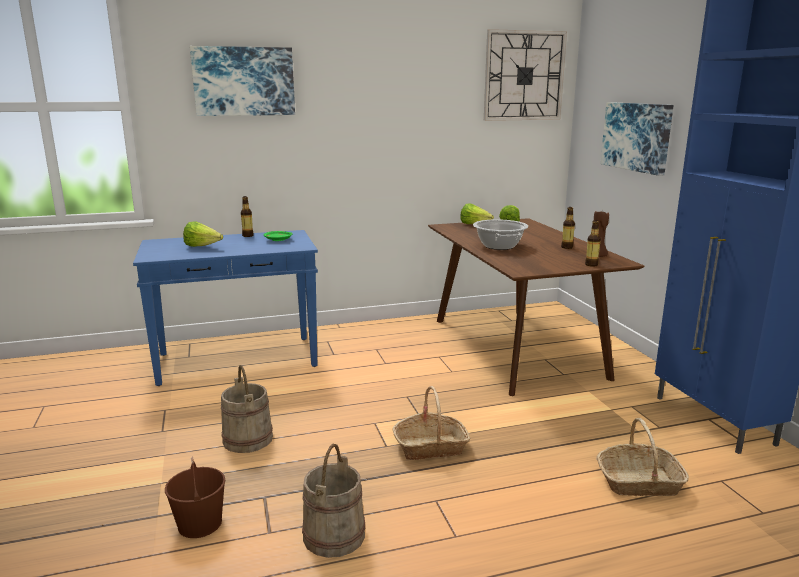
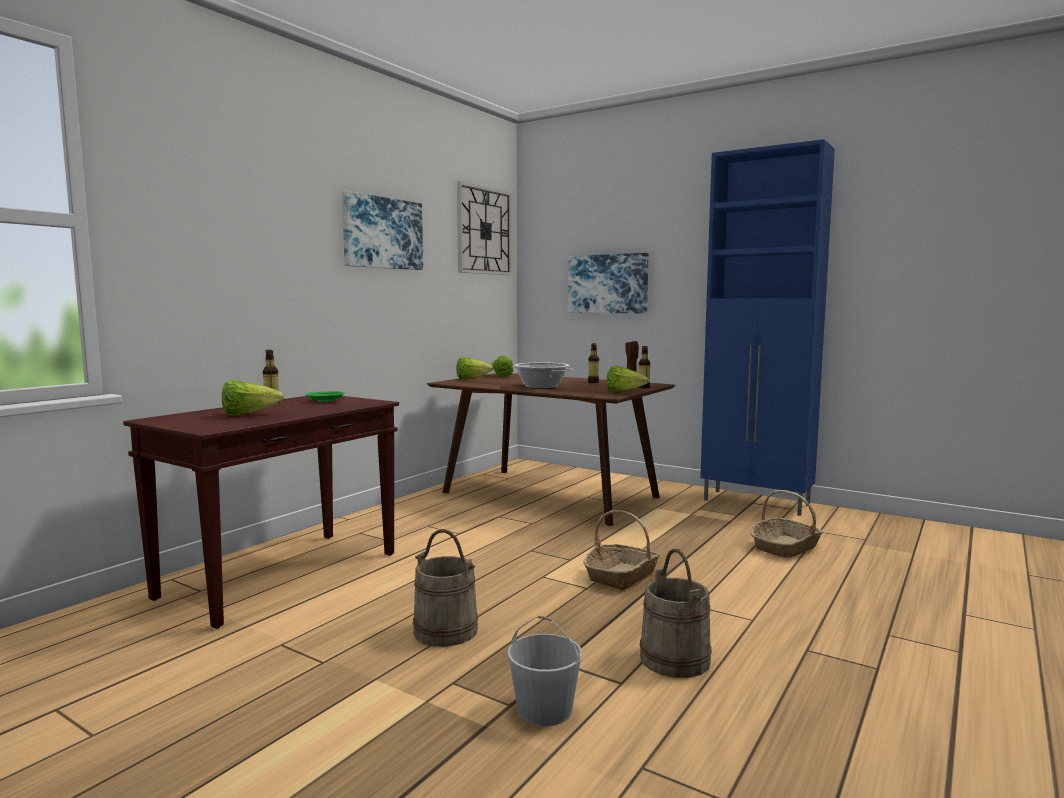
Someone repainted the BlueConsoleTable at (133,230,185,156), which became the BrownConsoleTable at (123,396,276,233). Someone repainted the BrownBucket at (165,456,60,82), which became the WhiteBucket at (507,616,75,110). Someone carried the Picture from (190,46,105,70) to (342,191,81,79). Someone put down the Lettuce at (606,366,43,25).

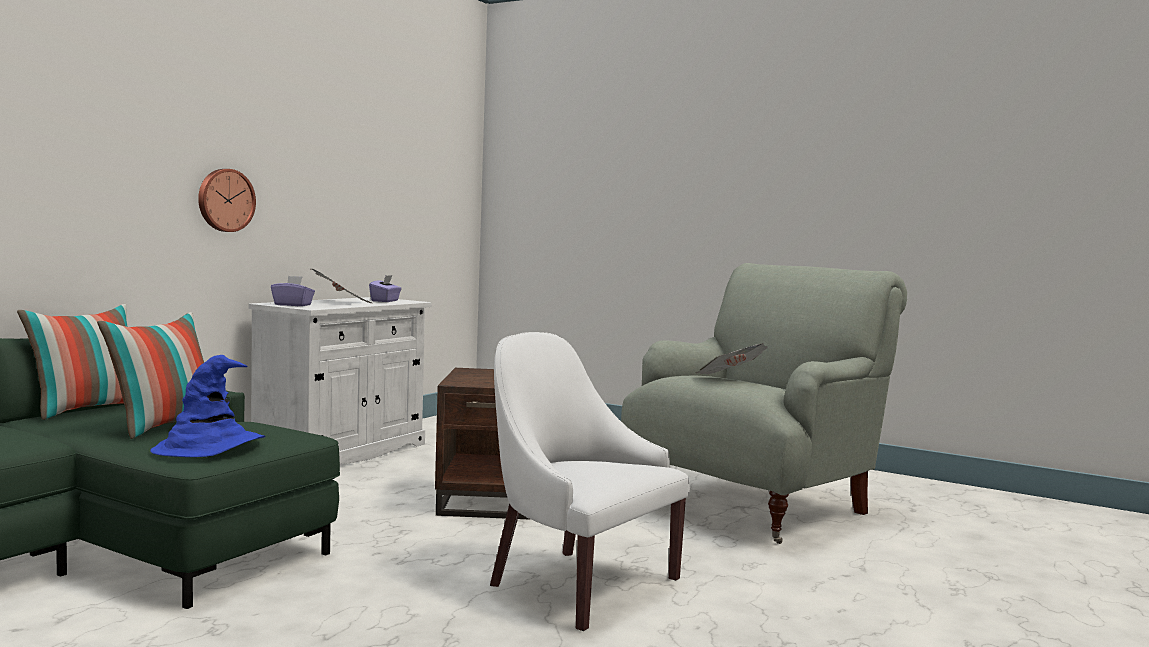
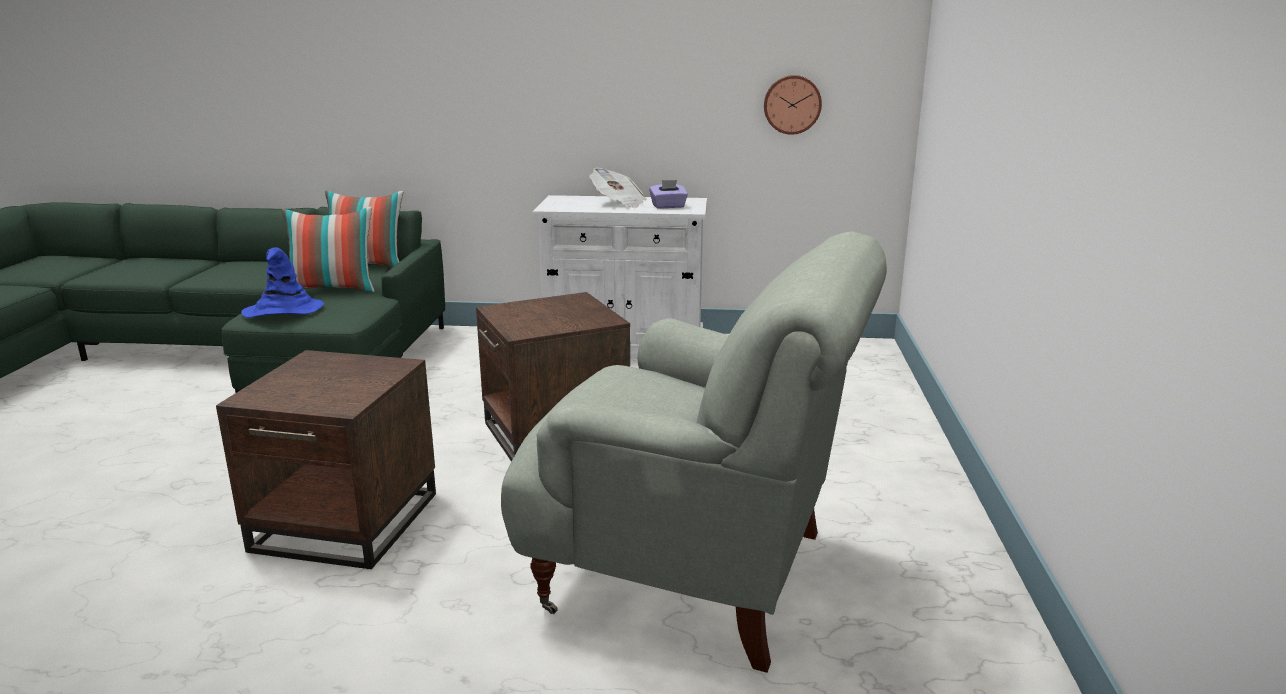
Someone carried the WallClock from (198,169,58,63) to (764,75,58,60). Someone took away the PurpleTissueBox at (271,276,44,30). Someone swapped the WhiteArmchair at (490,332,200,299) for the BrownSideTable at (216,350,220,219). Someone took away the Newspaper at (695,343,73,31).

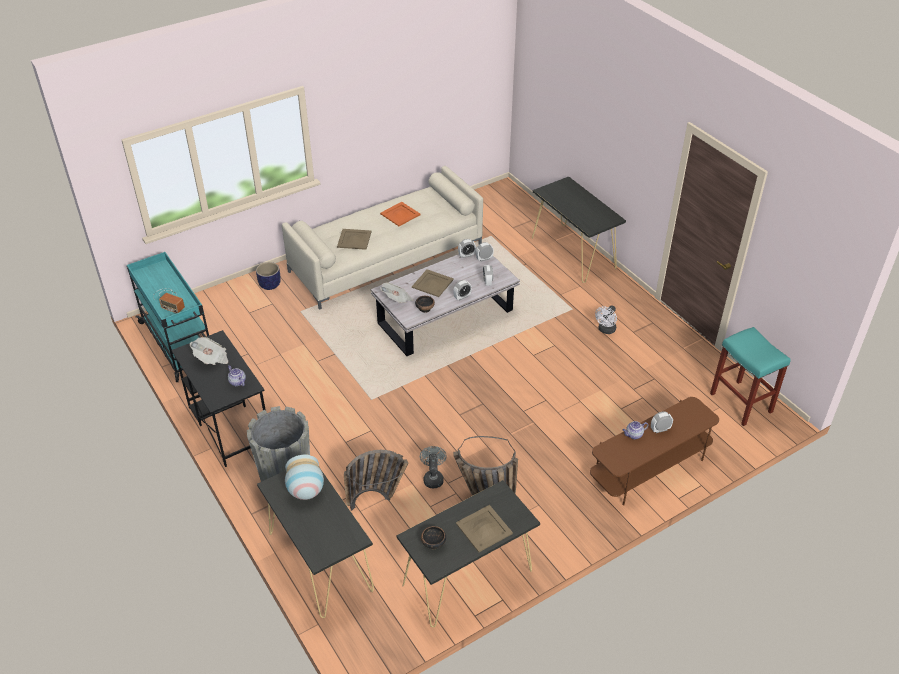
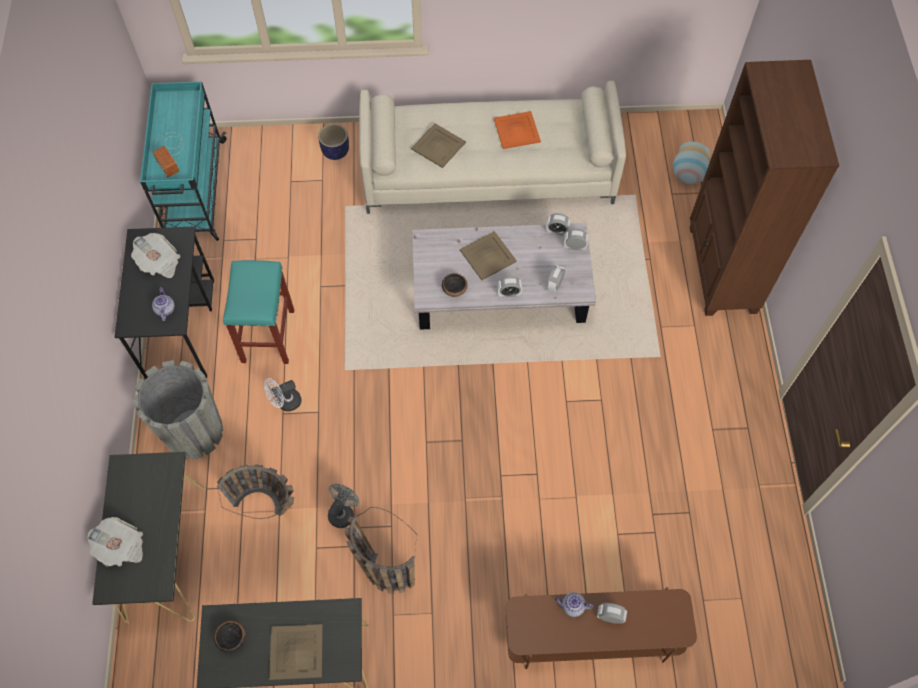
Someone carried the Vase from (285,454,39,46) to (673,142,38,42). Someone carried the Newspaper from (380,282,34,21) to (87,517,56,50). Someone swapped the BlackConsoleTable at (532,176,94,107) for the BrownBookcase at (690,60,149,256). Someone carried the WhiteFan from (595,305,22,29) to (264,378,37,33). Someone carried the TurquoiseStool from (710,327,81,99) to (223,260,71,104).

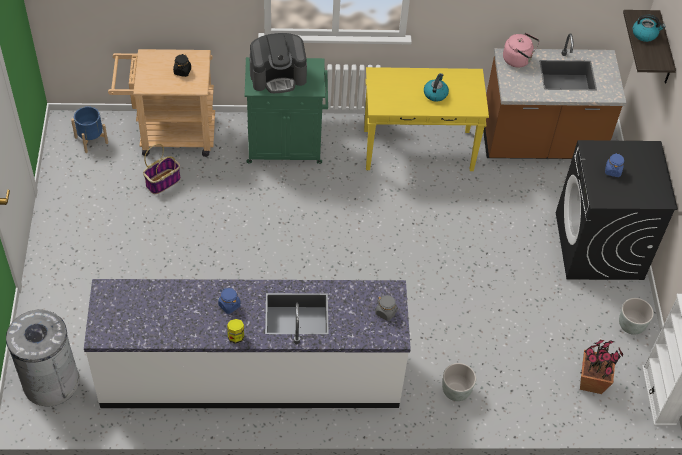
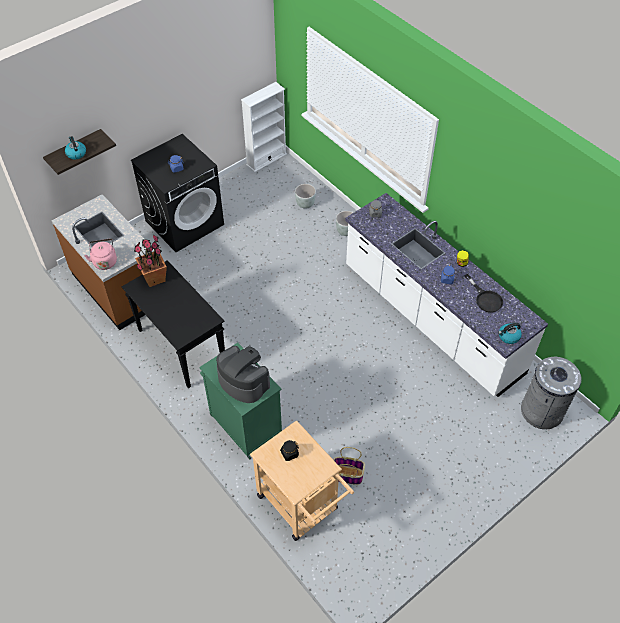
Someone took away the BluePlanter at (71,106,37,47). Someone repainted the YellowConsoleTable at (364,67,125,104), which became the BlackConsoleTable at (122,260,103,128). Someone carried the Kettle from (424,73,25,29) to (498,323,24,21). Someone carried the PottedPlant from (580,340,43,54) to (134,234,33,53). Someone carried the GreyPlanter from (619,298,35,37) to (295,184,21,25). Someone put down the BlackFryingPan at (464,274,39,39).

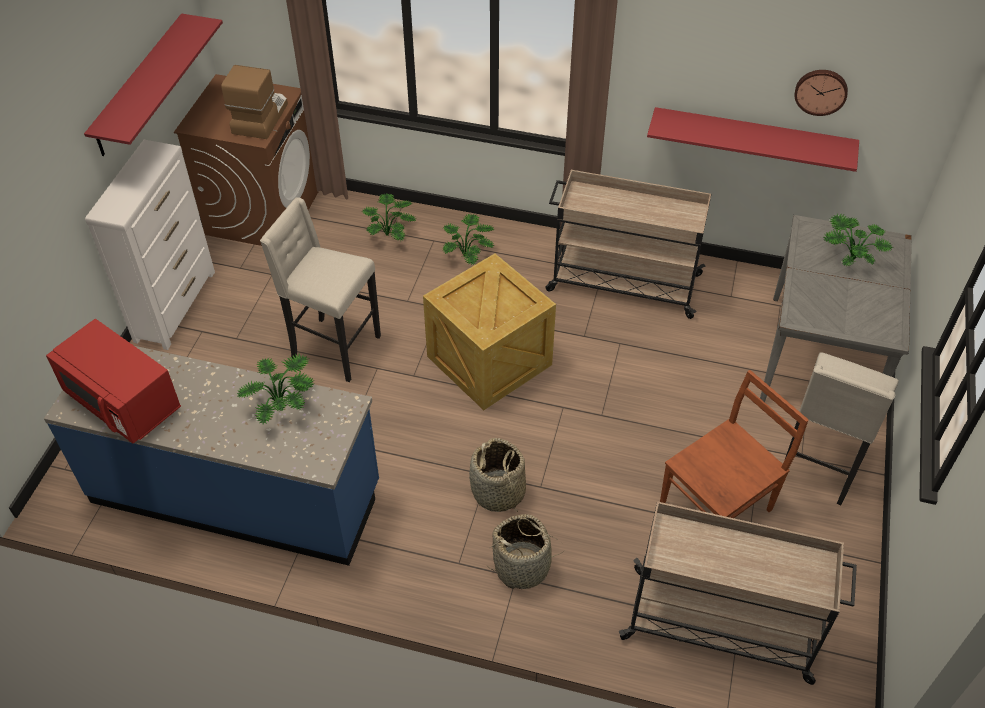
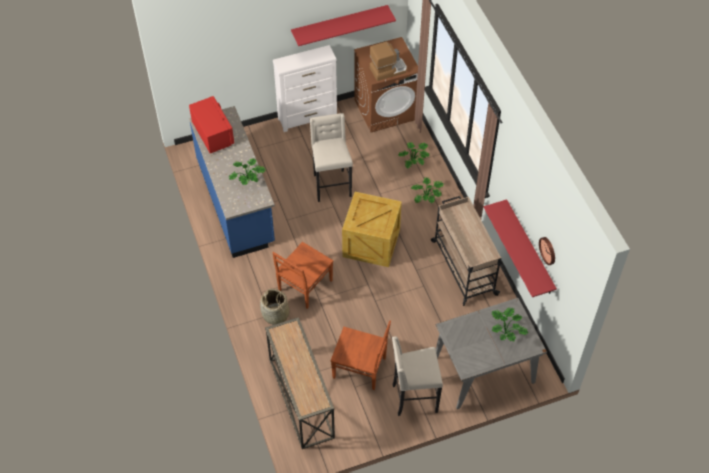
Someone rotated the RedMicrowave at (46,319,135,125) by 150 degrees clockwise. Someone swapped the Basket at (469,438,57,74) for the BrownChair at (273,242,61,67). Someone swapped the BeigeCart at (619,501,238,184) for the ConsoleTable at (265,317,70,132).

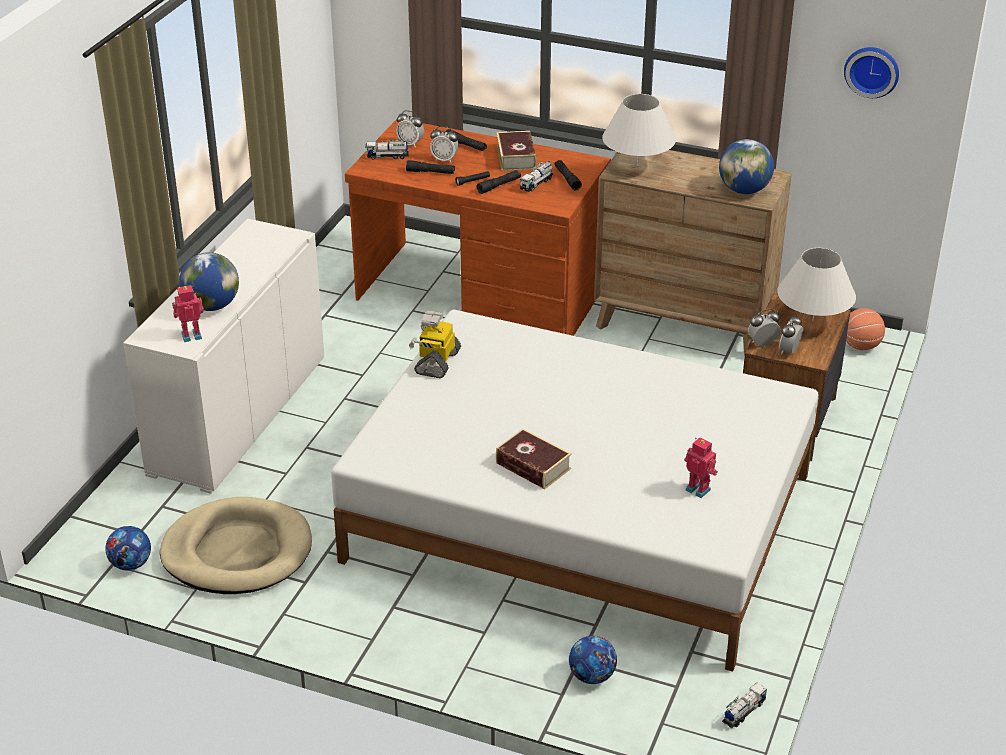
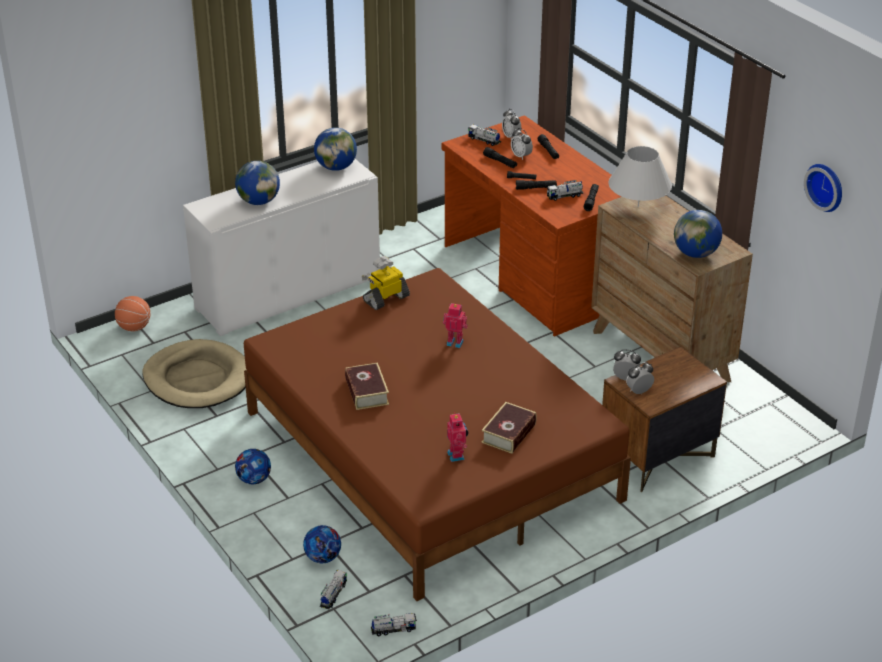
Someone carried the Football from (105,526,46,45) to (235,449,36,35). Someone carried the ToyRobot from (172,285,32,57) to (443,303,25,45). Someone repainted the WhiteBed at (331,310,488,362), which became the BrownBed at (244,268,387,333). Someone carried the Book from (497,131,40,40) to (481,402,56,52). Someone took away the WhiteTableLamp at (777,248,79,73). Someone carried the Basketball from (846,308,39,42) to (115,296,36,35). Someone put down the Globe at (314,127,43,44). Someone put down the ToyTruck at (320,570,27,39).

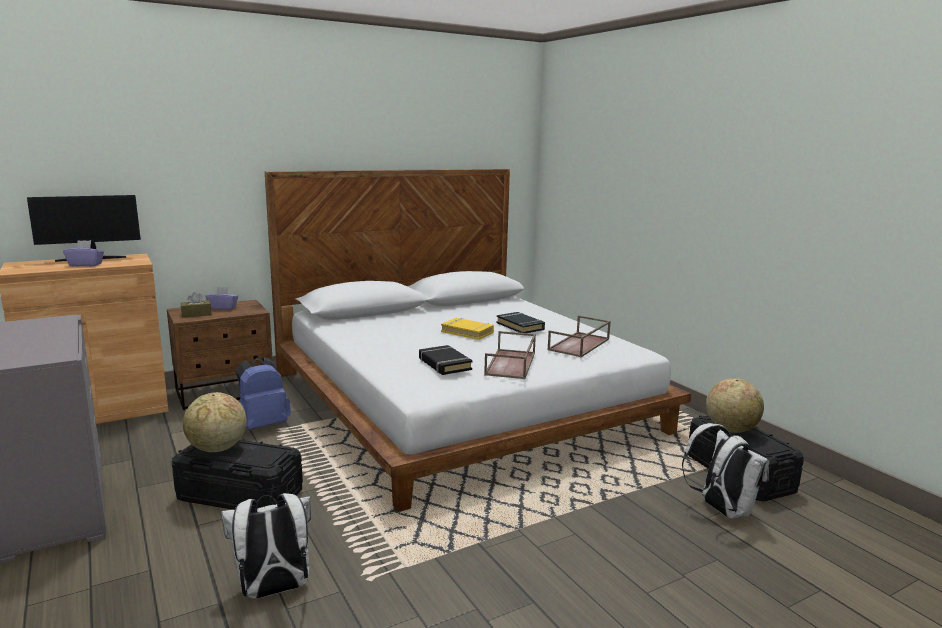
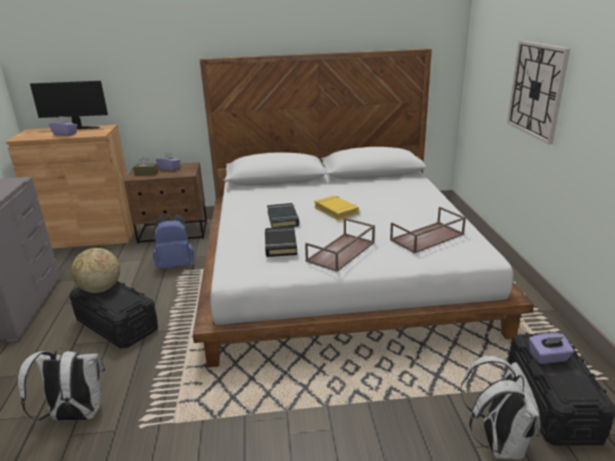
Someone carried the BlackBook from (497,312,48,21) to (267,203,32,25). Someone swapped the Globe at (706,378,58,55) for the PurpleTissueBox at (529,333,45,31). Someone put up the WallClock at (507,41,63,103).

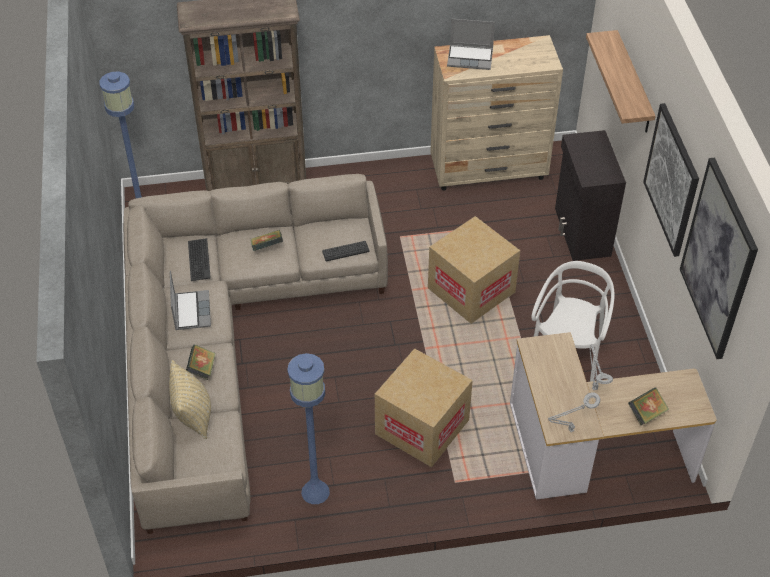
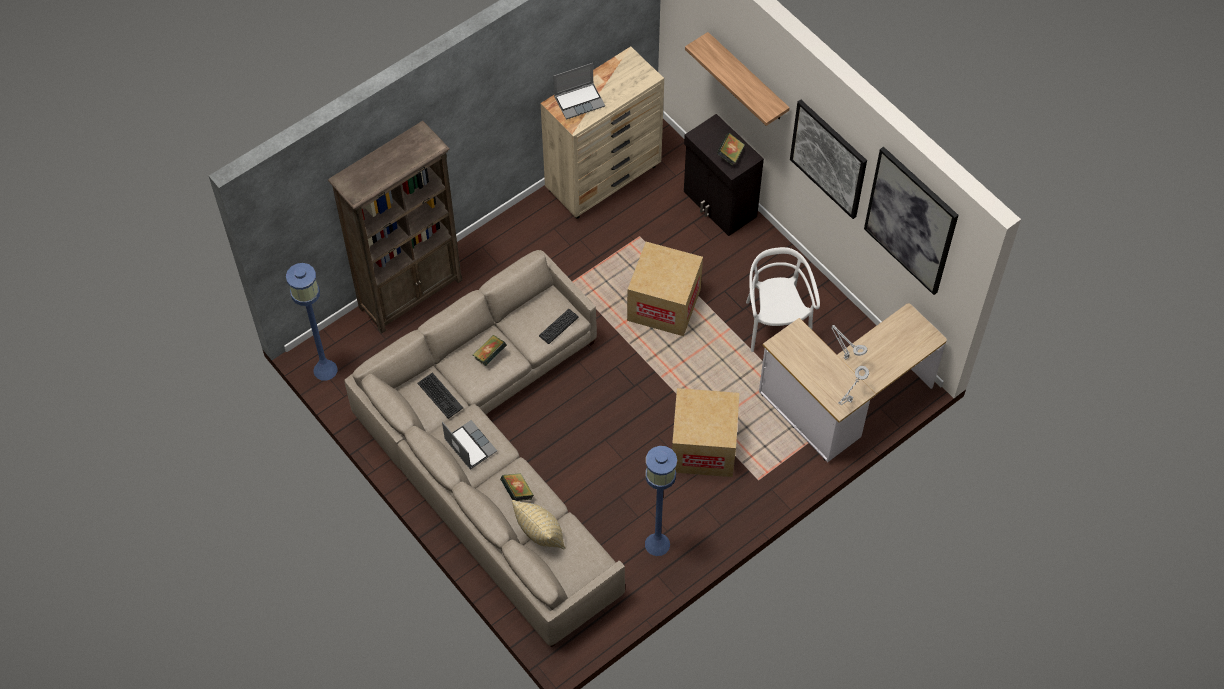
Someone carried the Book from (628,387,41,38) to (717,133,28,33).

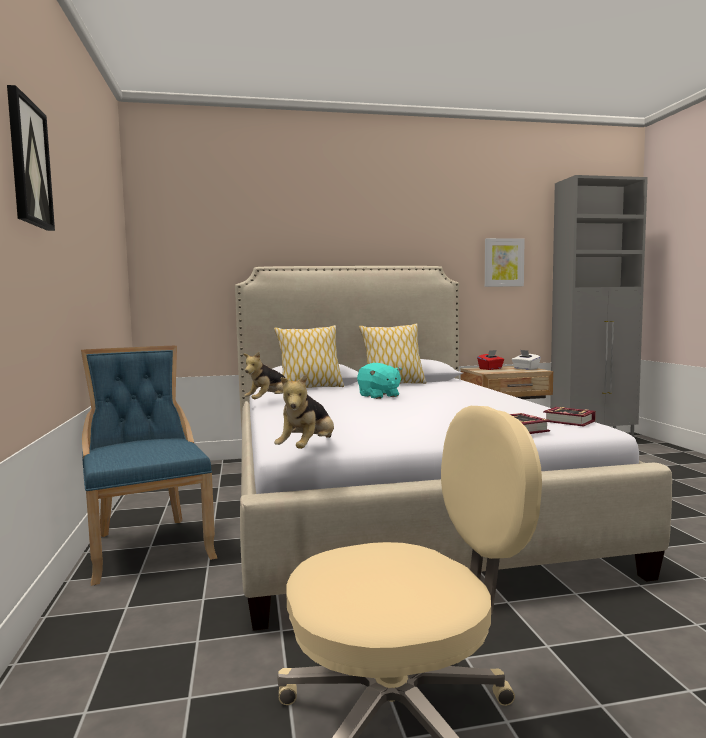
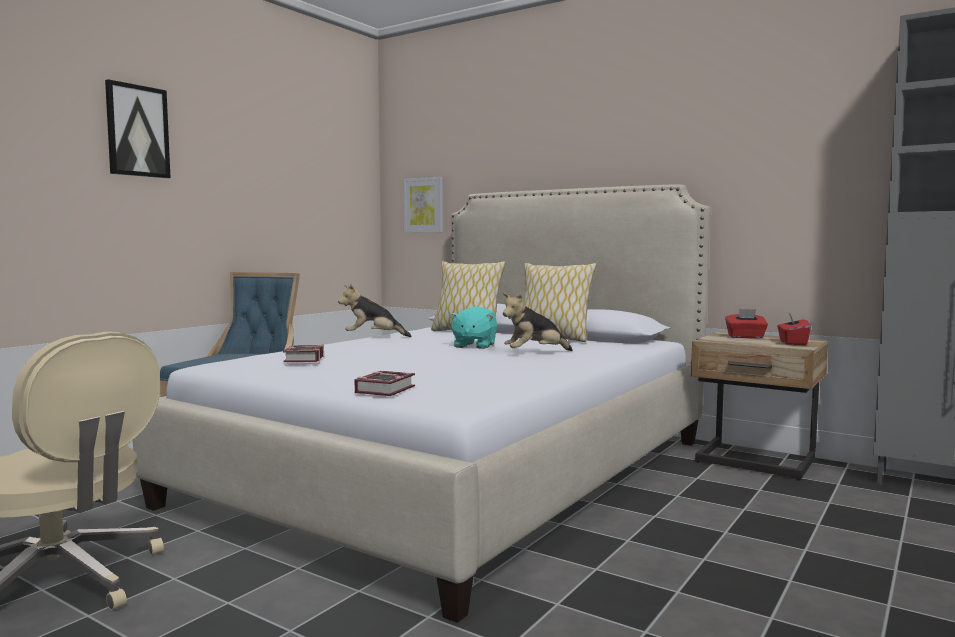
Someone carried the PlushToy from (274,374,60,75) to (503,292,70,59). Someone carried the Picture from (484,238,40,49) to (403,177,40,56). Someone repainted the WhiteTissueBox at (512,350,29,20), which became the RedTissueBox at (777,313,34,32). Someone carried the Book from (543,407,53,20) to (283,345,41,17).

